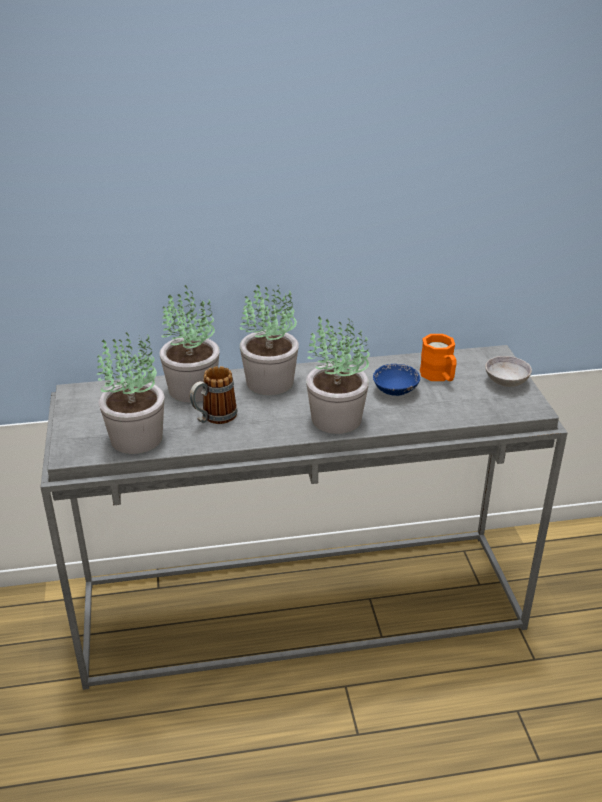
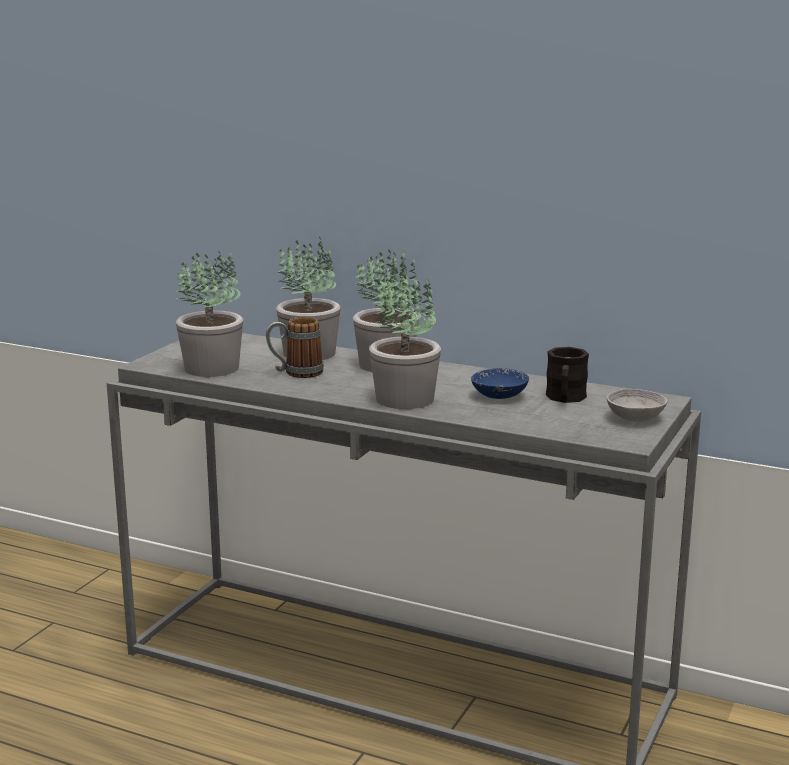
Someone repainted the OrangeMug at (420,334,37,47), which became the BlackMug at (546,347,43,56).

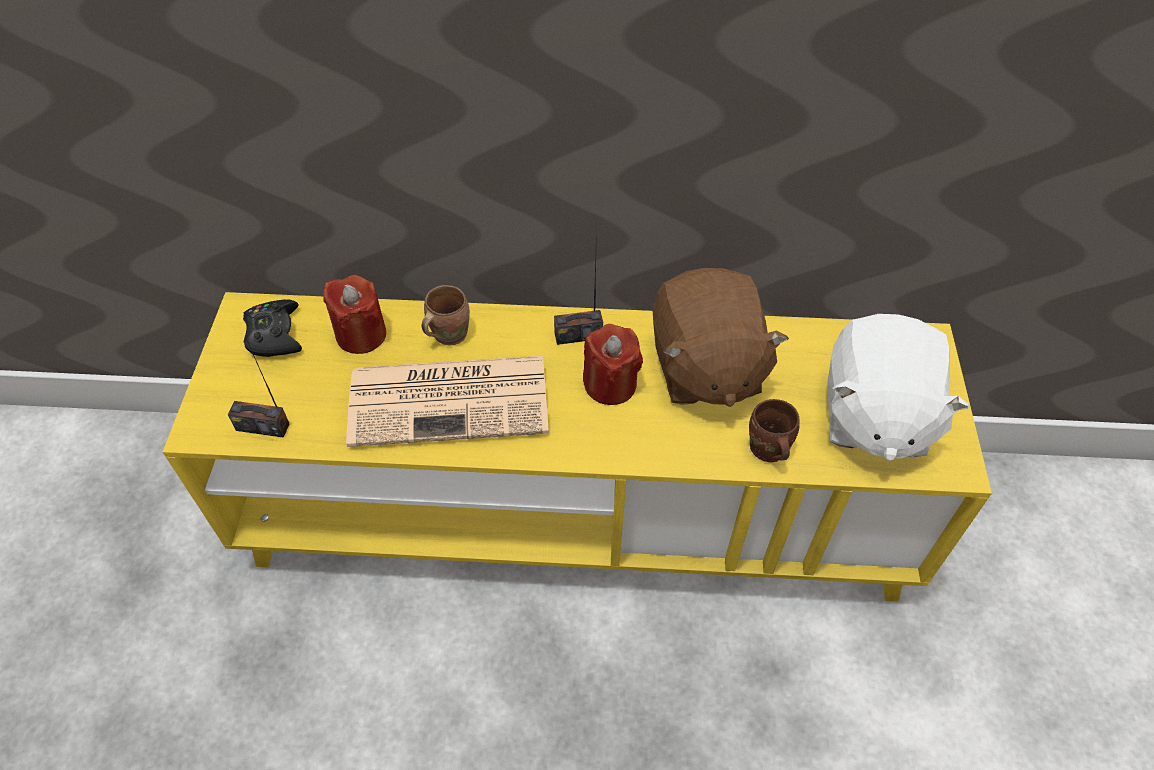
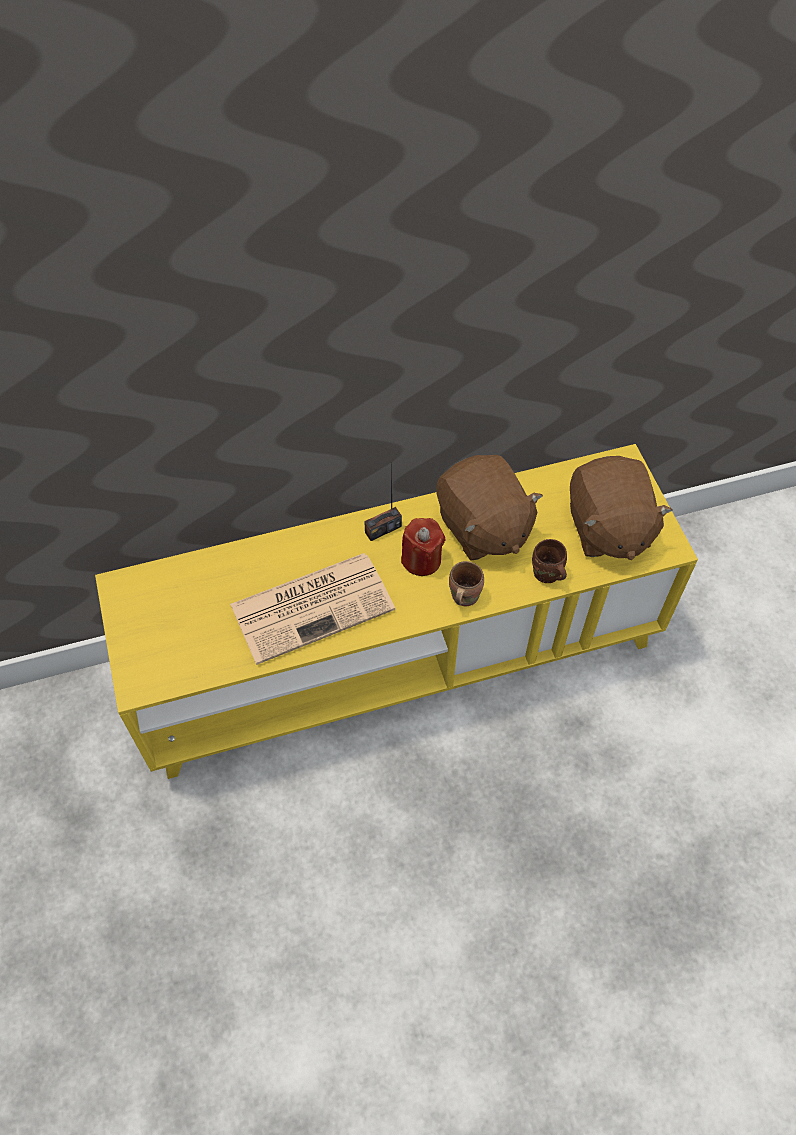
Someone took away the Radio at (228,339,62,99). Someone took away the BlackGameController at (243,300,59,57). Someone took away the RedCandle at (323,275,63,79). Someone carried the BrownMug from (422,285,48,60) to (449,561,35,45). Someone repainted the WhitePlushToy at (827,314,143,147), which became the BrownPlushToy at (570,456,103,104).

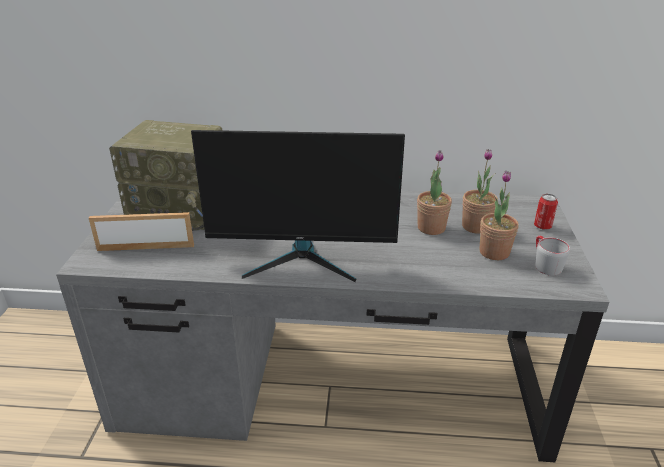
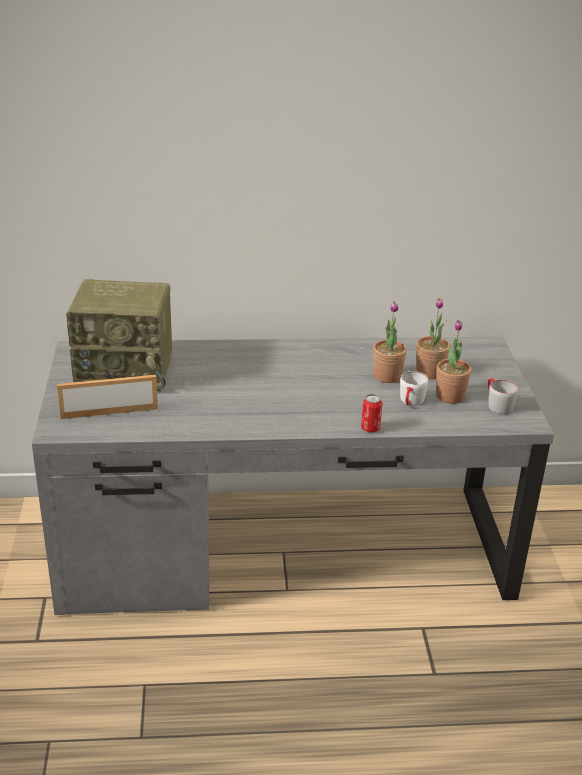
Someone took away the Monitor at (191,130,214,152). Someone carried the Can from (534,194,24,36) to (361,394,21,38). Someone put down the WhiteMug at (400,371,28,35).

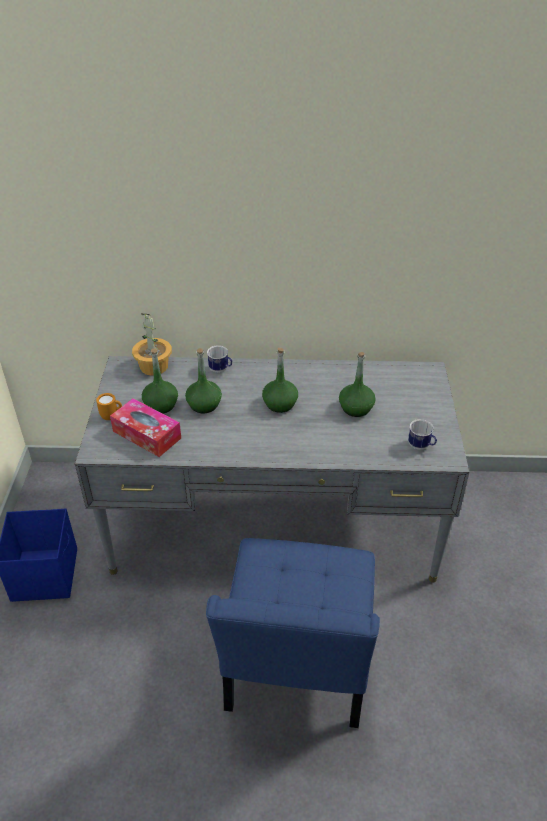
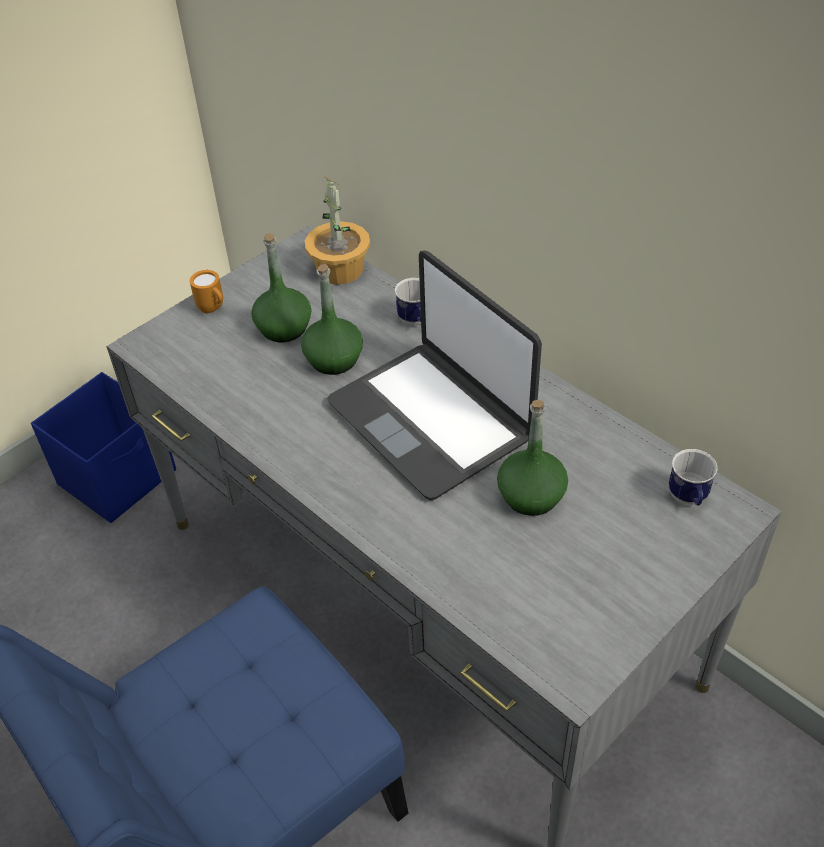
Someone took away the TissueBox at (110,398,71,59). Someone swapped the GreenBottle at (262,348,36,65) for the Laptop at (327,250,215,250). Someone carried the Mug from (408,419,29,31) to (669,449,49,56).

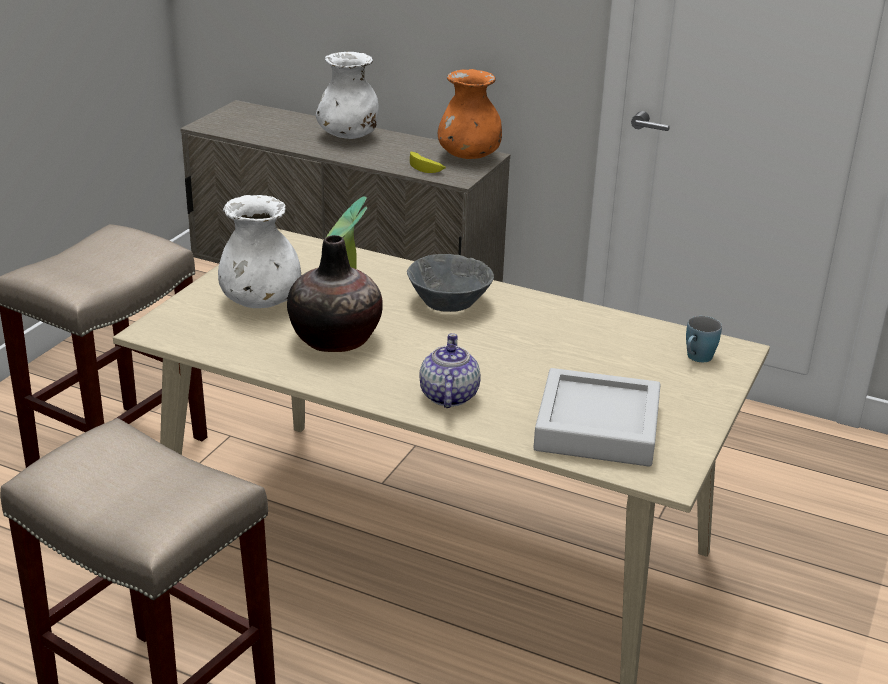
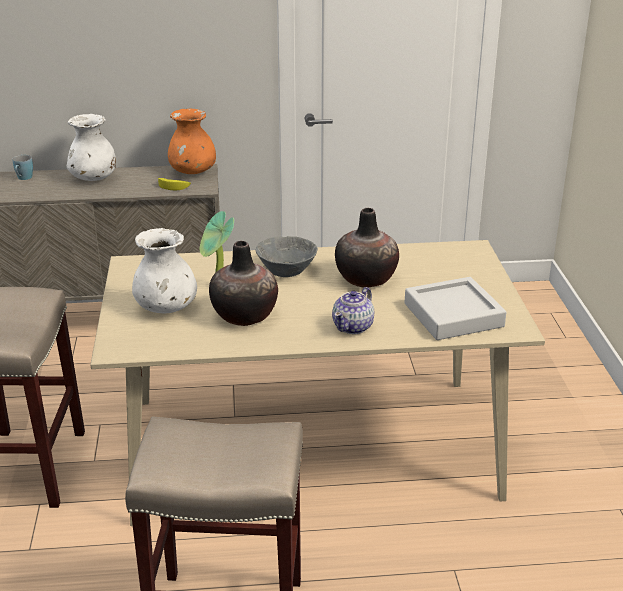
Someone rotated the Teapot at (420,333,61,75) by 120 degrees counterclockwise. Someone carried the BlueMug from (686,316,36,46) to (12,155,21,25). Someone put down the Vase at (335,208,64,80).

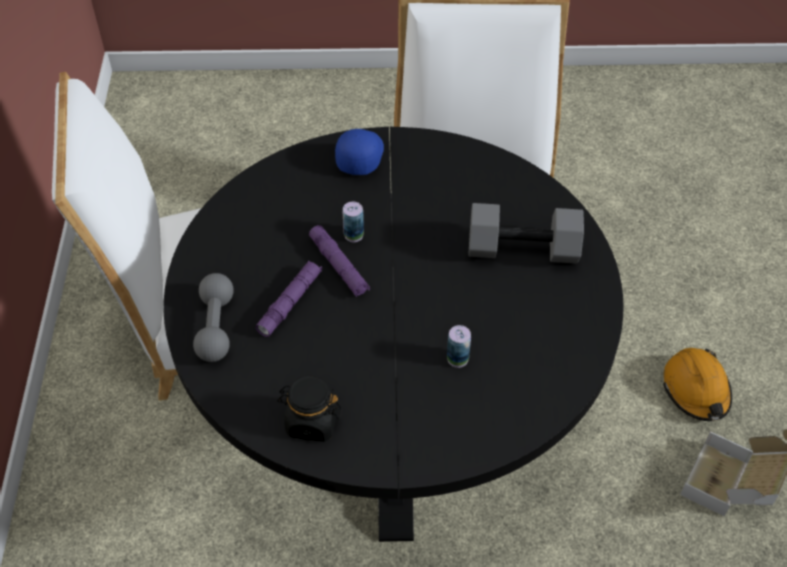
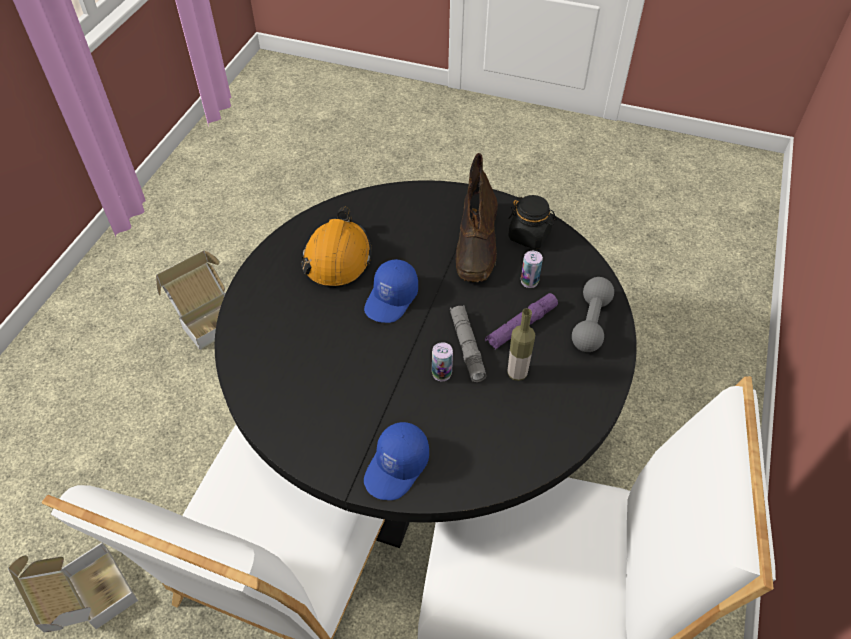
Someone repainted the PurpleFlashlight at (309,225,61,72), which became the GreyFlashlight at (450,305,37,77). Someone carried the Can from (447,325,24,43) to (521,251,22,37). Someone took away the GreyDumbbell at (468,203,116,61). Someone carried the OrangeHardHat from (663,348,69,73) to (301,207,71,81). Someone put down the CardboardBox at (8,542,130,91). Someone put down the BlueCap at (364,259,54,64). Someone put down the BrownBoot at (456,153,42,130). Someone put down the Bottle at (507,308,28,73).

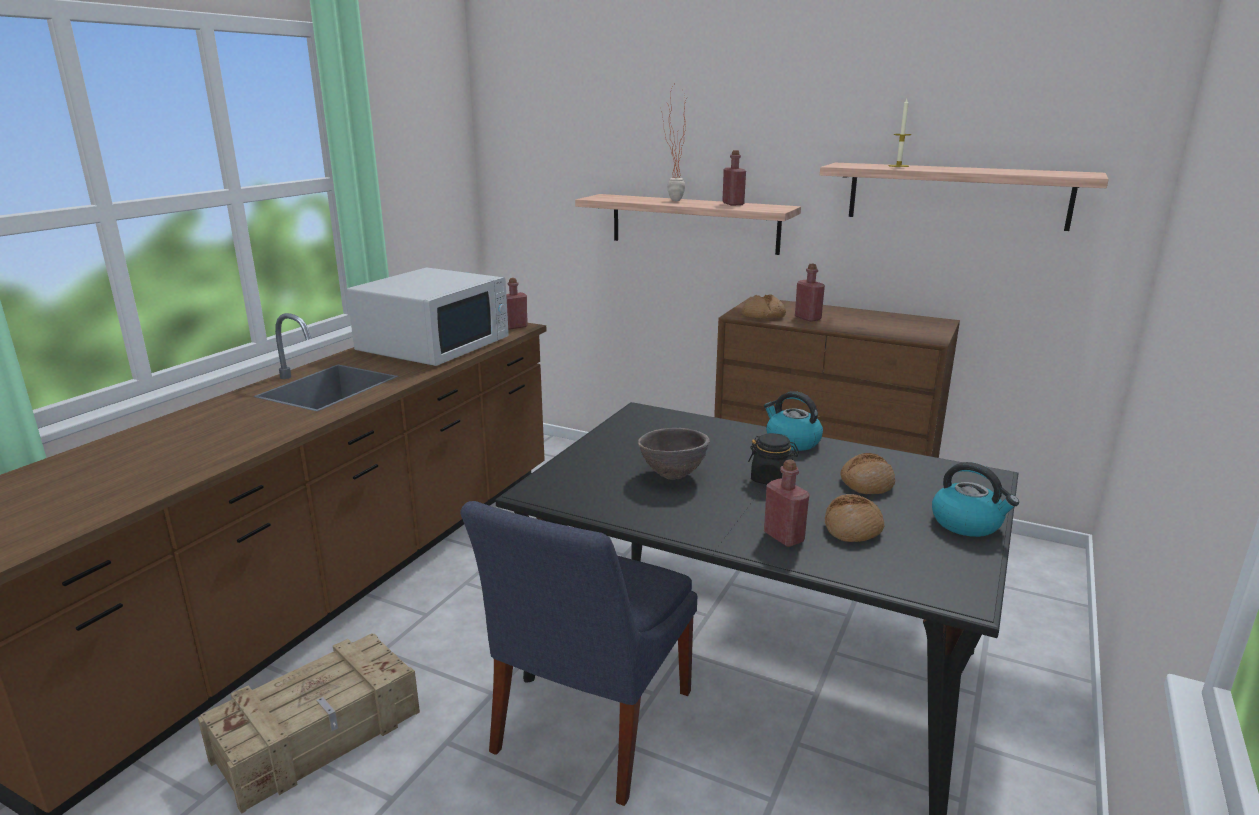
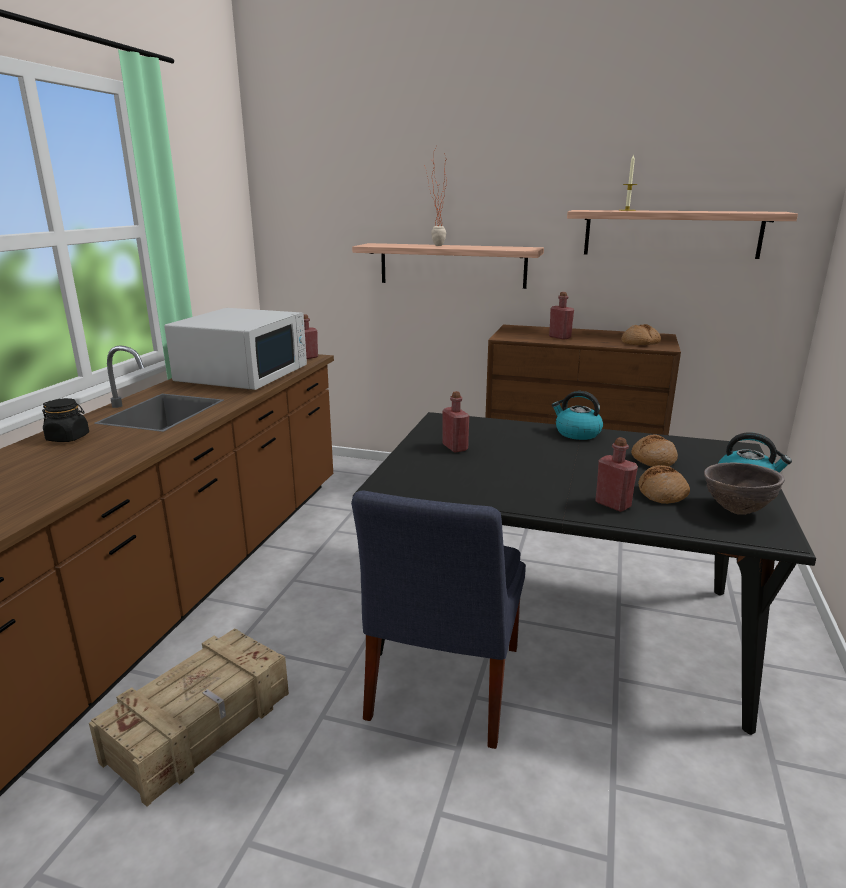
Someone carried the BrownBowl from (638,428,72,52) to (704,462,81,53). Someone carried the RedBottle from (722,150,24,56) to (442,391,27,62). Someone carried the Bread from (742,295,44,24) to (621,324,40,21). Someone carried the BlackJar from (748,433,51,51) to (42,398,47,44).

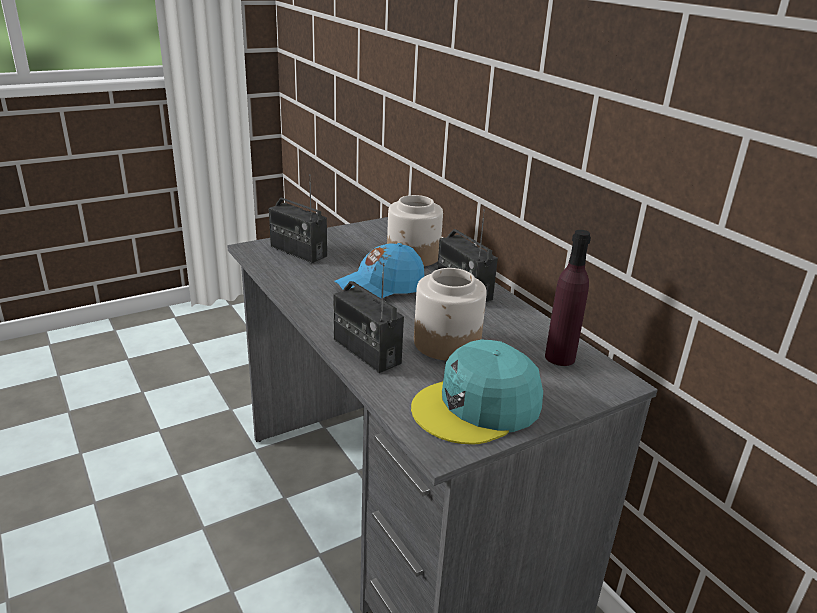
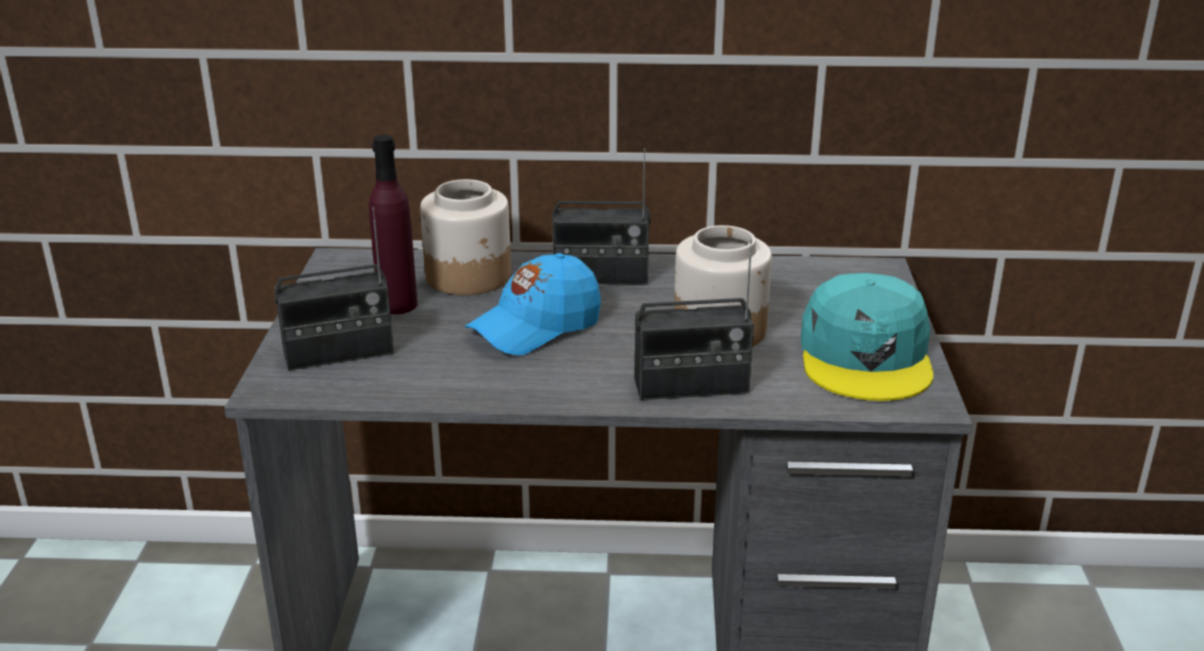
Someone rotated the BlueCap at (334,243,90,55) by 45 degrees clockwise. Someone carried the PurpleBottle from (545,230,46,136) to (369,135,49,179).

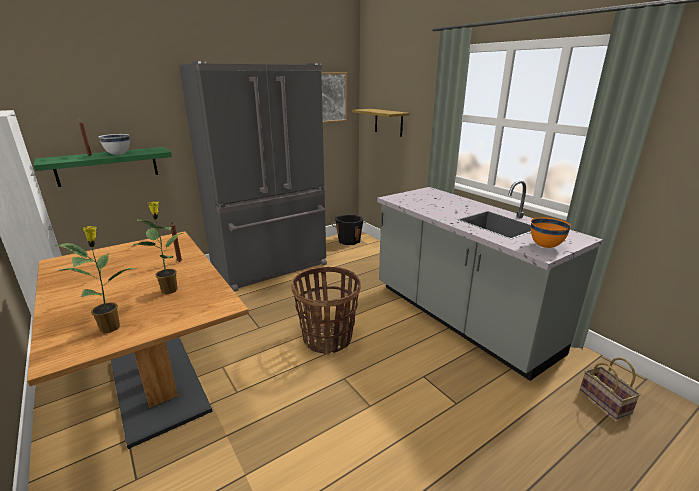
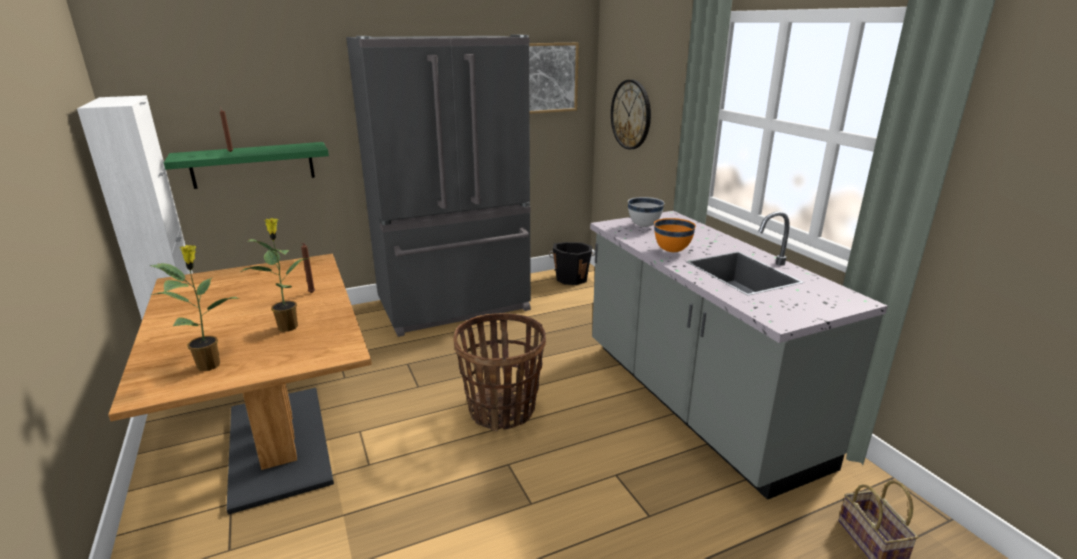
Someone carried the WhiteBowl from (99,134,31,21) to (628,197,36,30). Someone swapped the Shelf at (352,109,57,28) for the WallClock at (611,80,40,69). Someone carried the OrangeBowl from (531,217,40,31) to (654,218,42,34).

